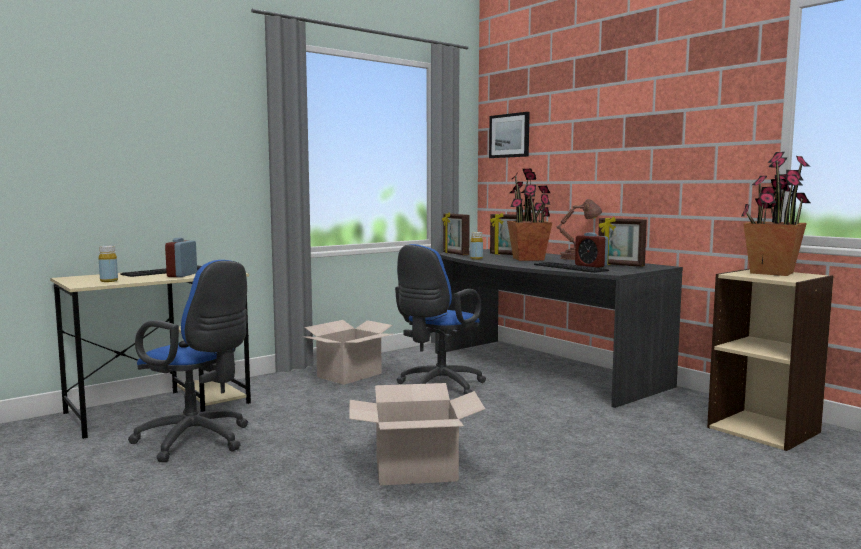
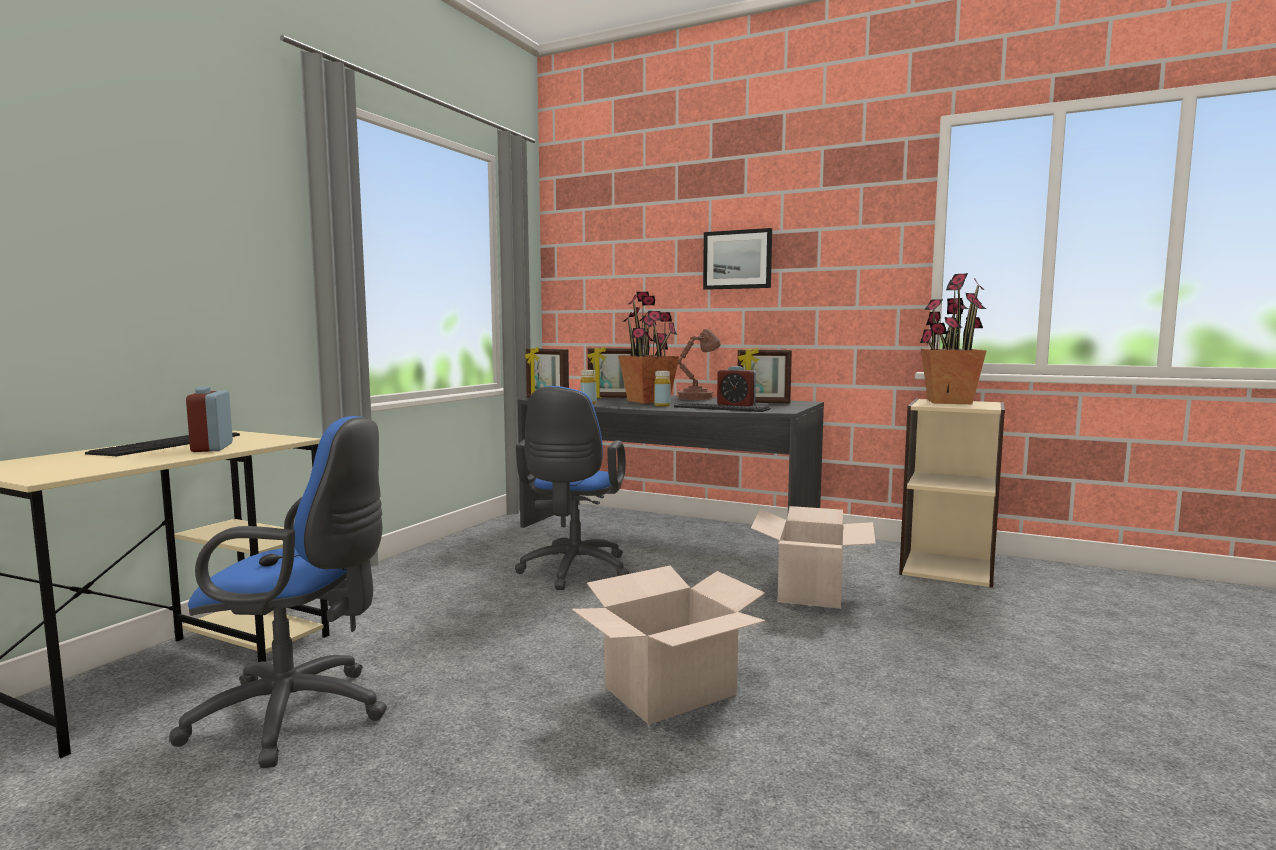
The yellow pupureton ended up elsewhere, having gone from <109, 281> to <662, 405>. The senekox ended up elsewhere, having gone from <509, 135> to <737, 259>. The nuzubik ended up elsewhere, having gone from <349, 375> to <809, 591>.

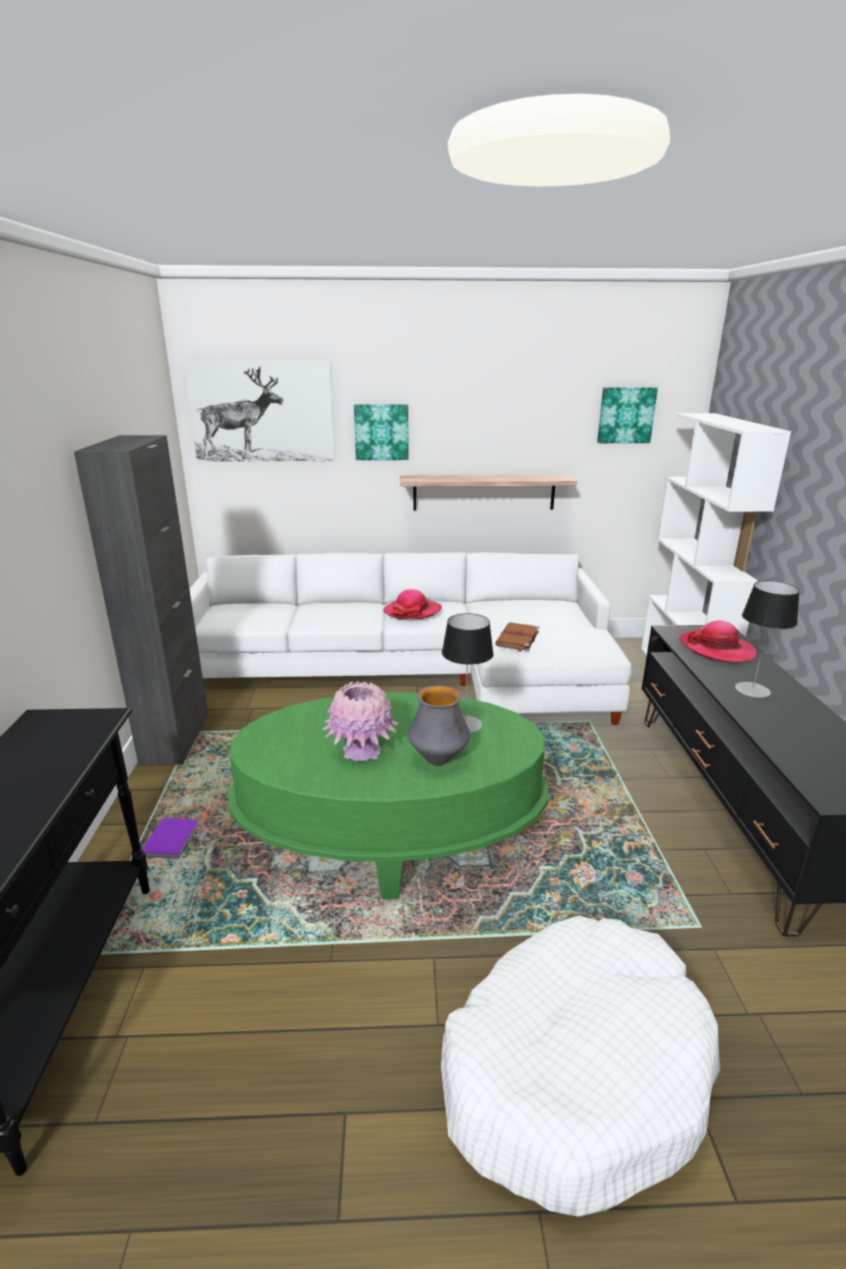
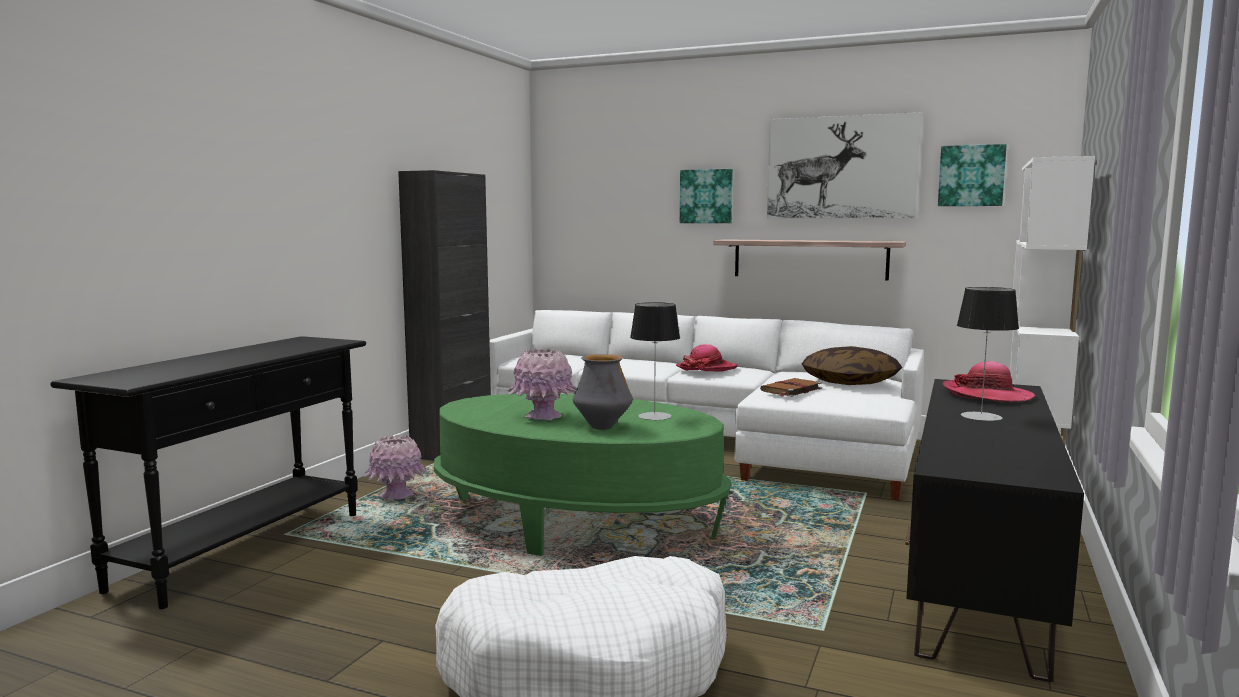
Where the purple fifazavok stood at <172, 839>, the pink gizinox came to stand at <397, 495>. The senekox ended up elsewhere, having gone from <262, 412> to <841, 167>. The second view gained the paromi at <850, 382>.

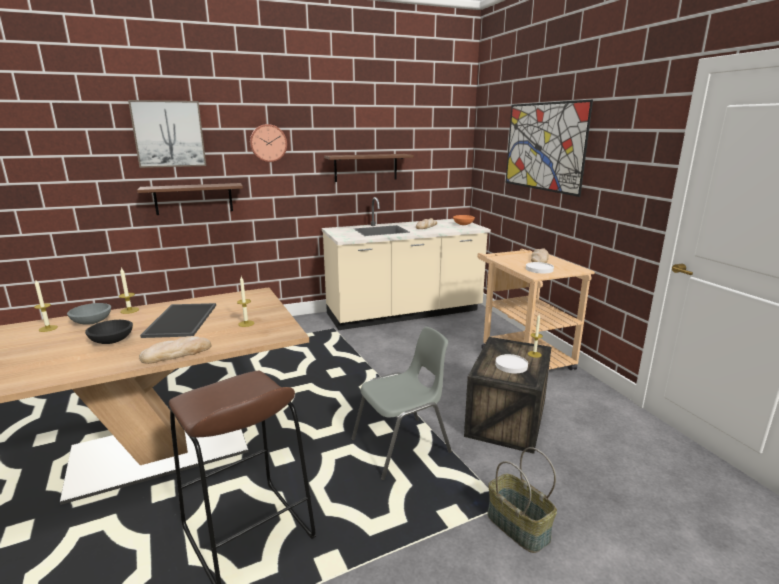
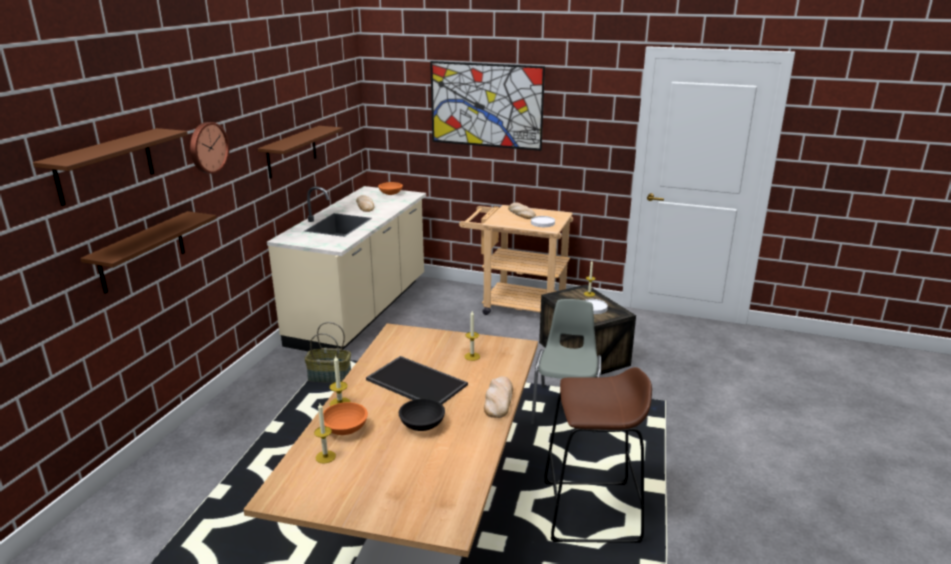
Where the senekox hung at <169, 134>, the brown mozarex came to hang at <105, 166>. The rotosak ended up elsewhere, having gone from <517, 527> to <329, 377>. What was the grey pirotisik at <91, 322> turned into the orange pirotisik at <345, 429>.

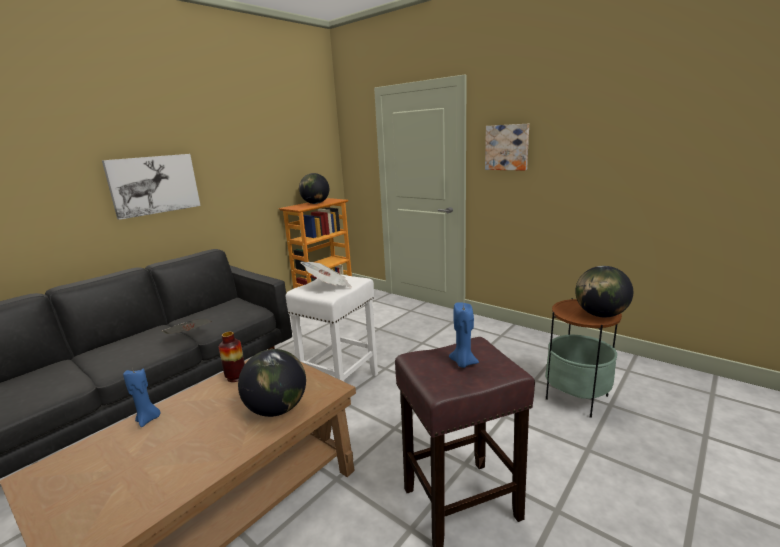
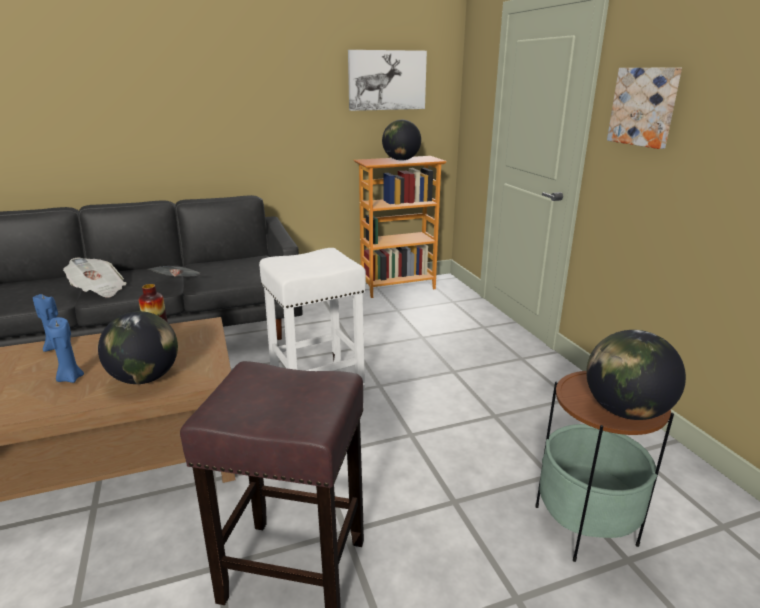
The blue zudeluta ended up elsewhere, having gone from <463, 363> to <70, 378>. The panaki ended up elsewhere, having gone from <328, 286> to <99, 290>. The senekox ended up elsewhere, having gone from <154, 184> to <386, 80>.

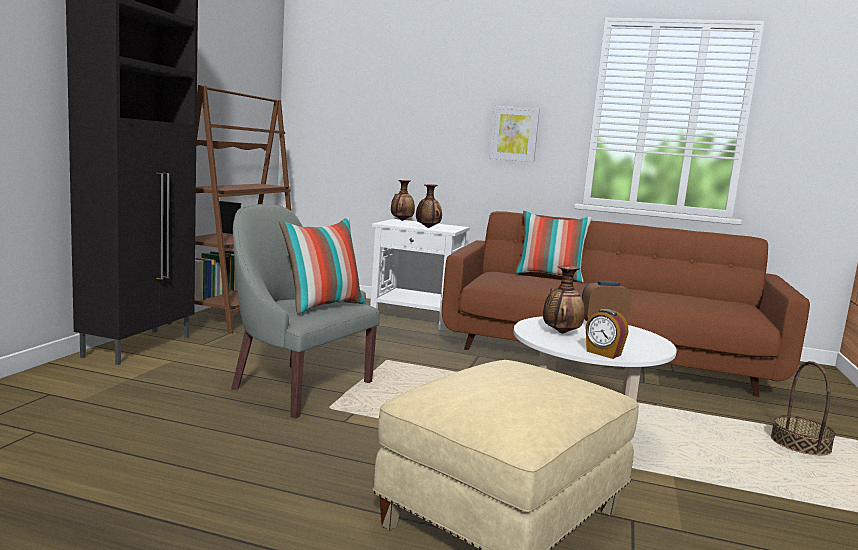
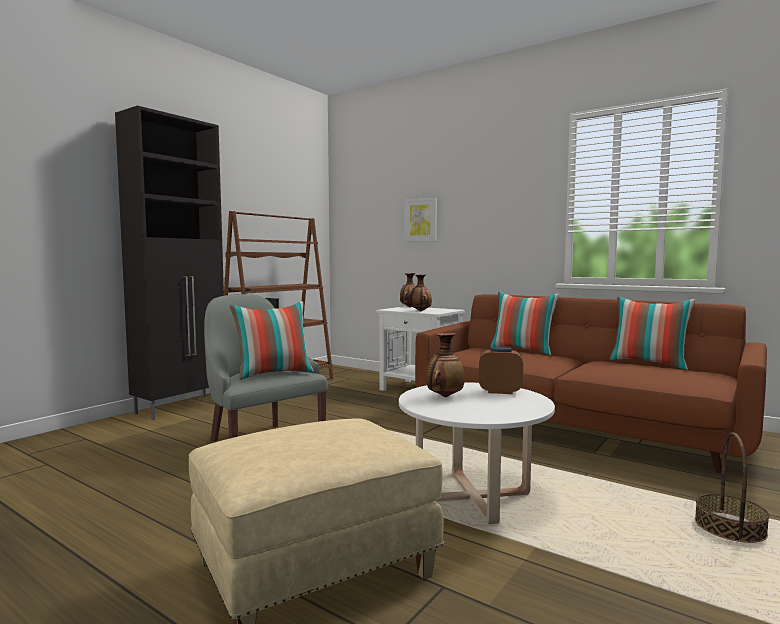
The senekox ended up elsewhere, having gone from <514, 134> to <421, 220>. The second view gained the paromi at <649, 363>. The second view lost the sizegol at <603, 353>.

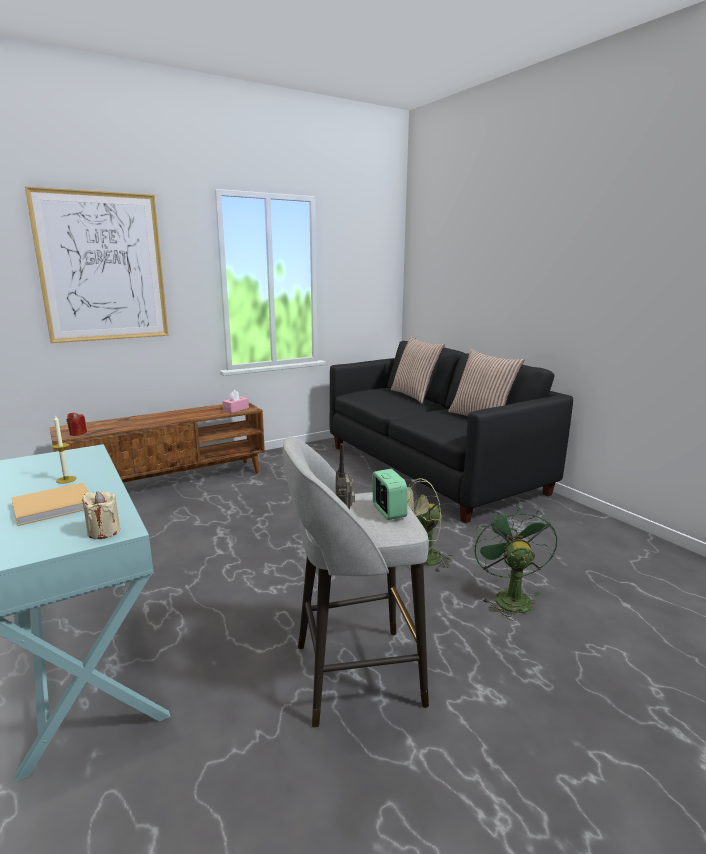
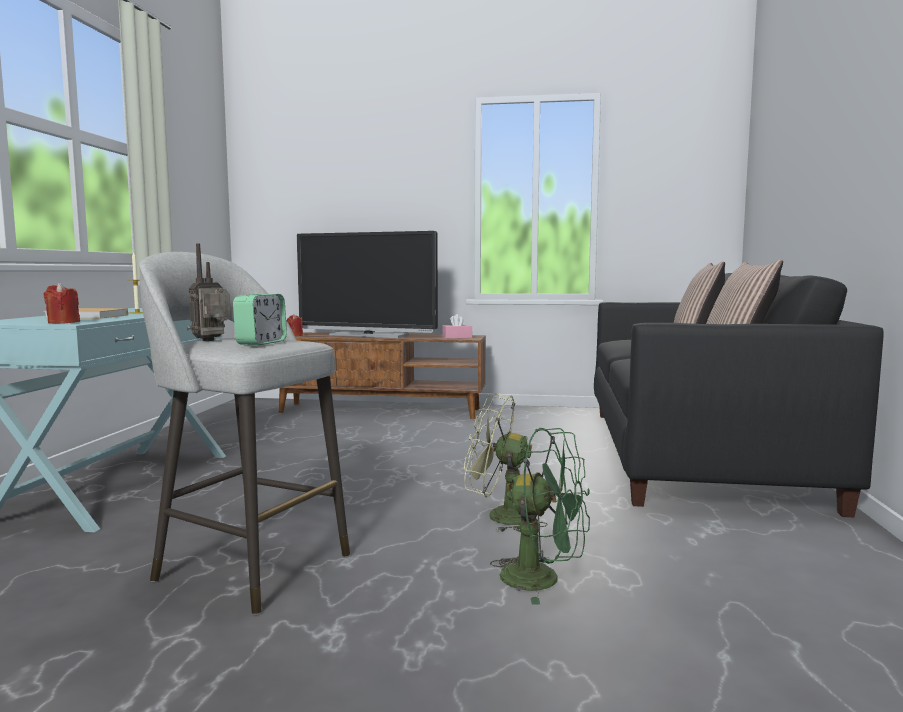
What was the beige zudeluta at <104, 531> turned into the red zudeluta at <63, 322>. The second view gained the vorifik at <368, 335>. The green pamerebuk at <509, 597> ended up facing another way, 75 degrees clockwise from before. The second view lost the senekox at <102, 267>.

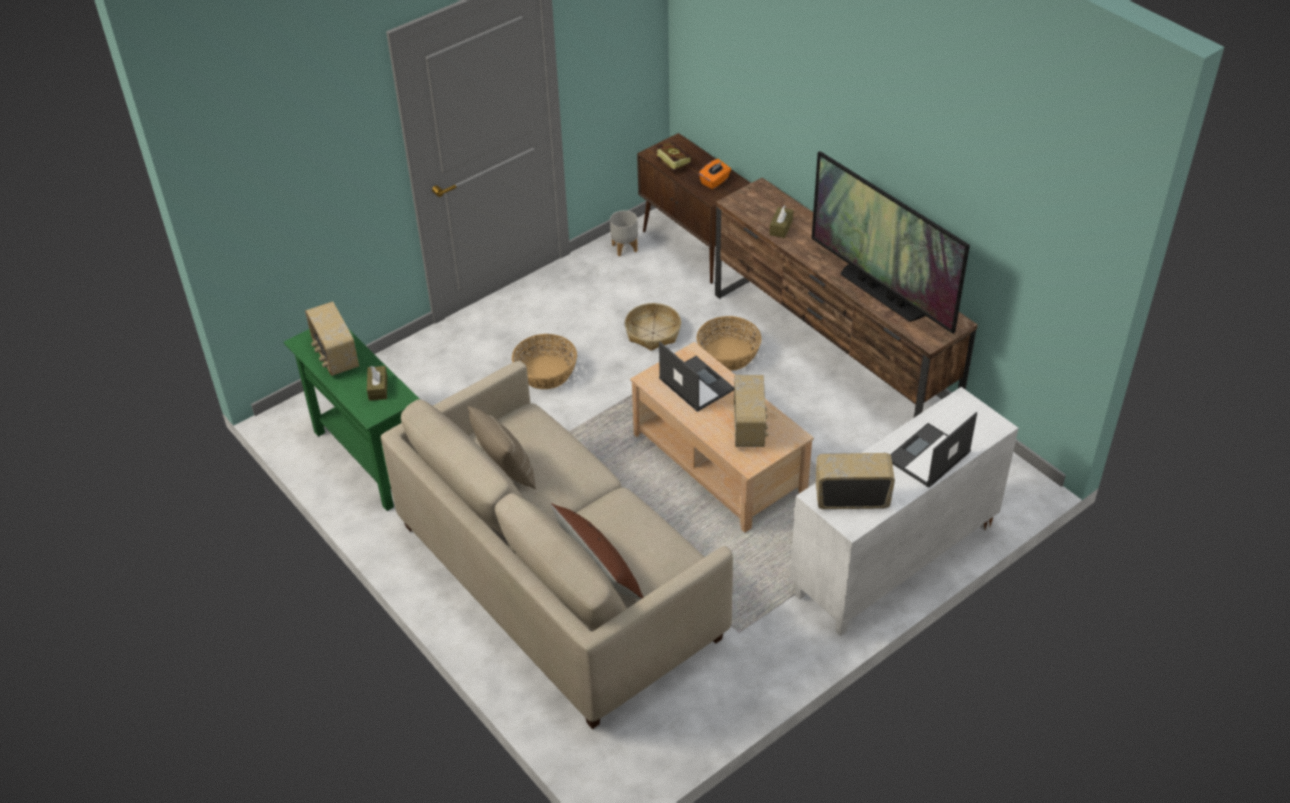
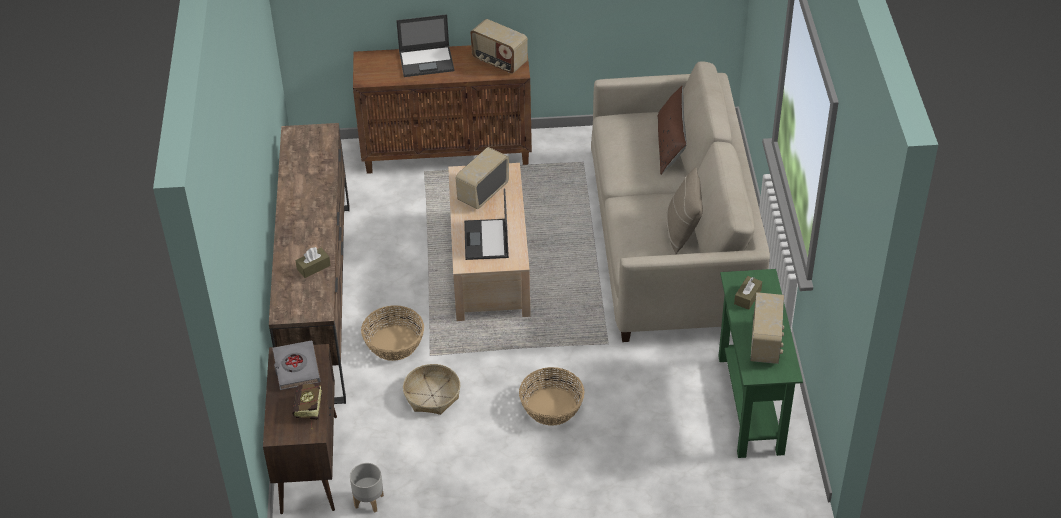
Where the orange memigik stood at <715, 181>, the grey fifazavok came to stand at <296, 368>. What was the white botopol at <894, 562> turned into the brown botopol at <448, 152>. The second view lost the vorifik at <881, 293>.

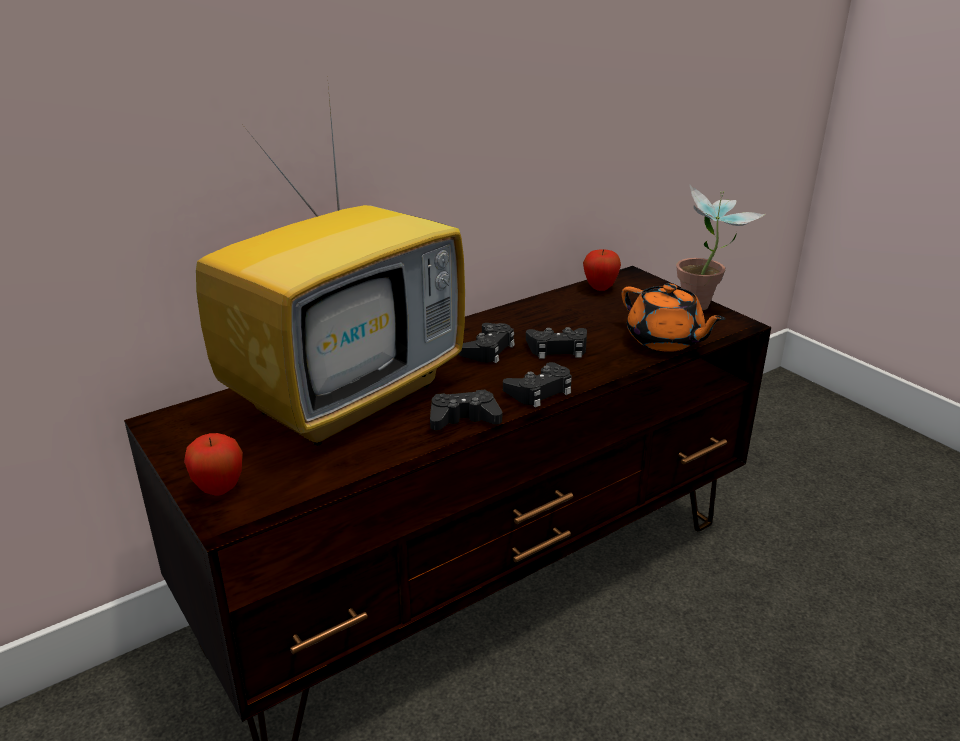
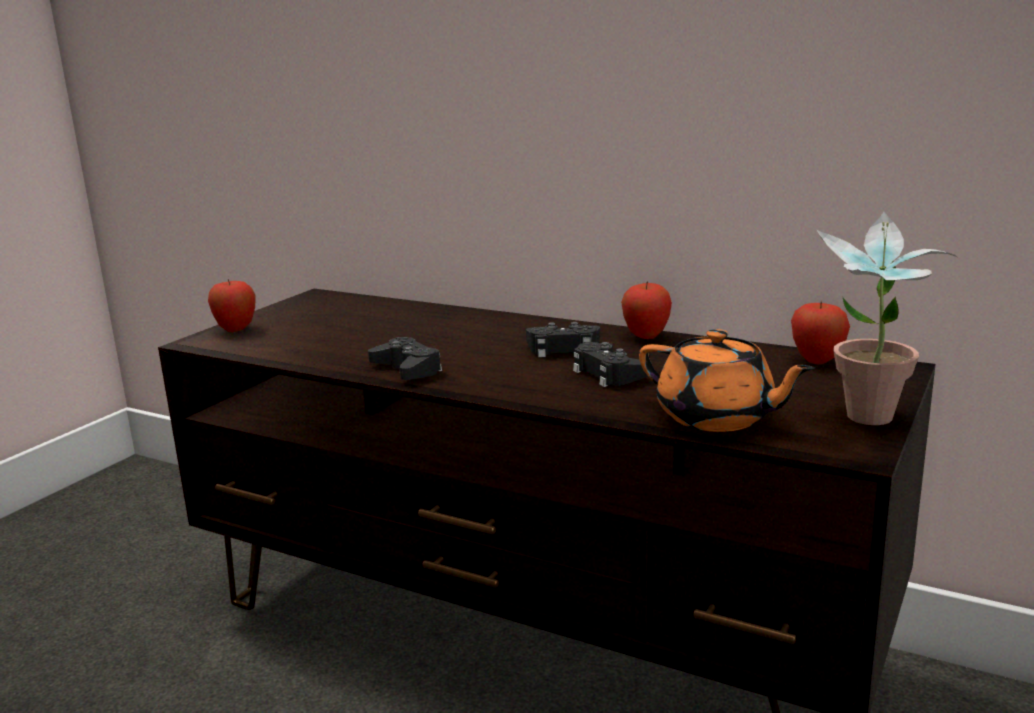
The second view gained the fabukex at <646, 336>. The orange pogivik at <665, 341> ended up facing another way, 75 degrees counterclockwise from before. The second view lost the vorifik at <348, 395>. The second view lost the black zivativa at <539, 391>.

